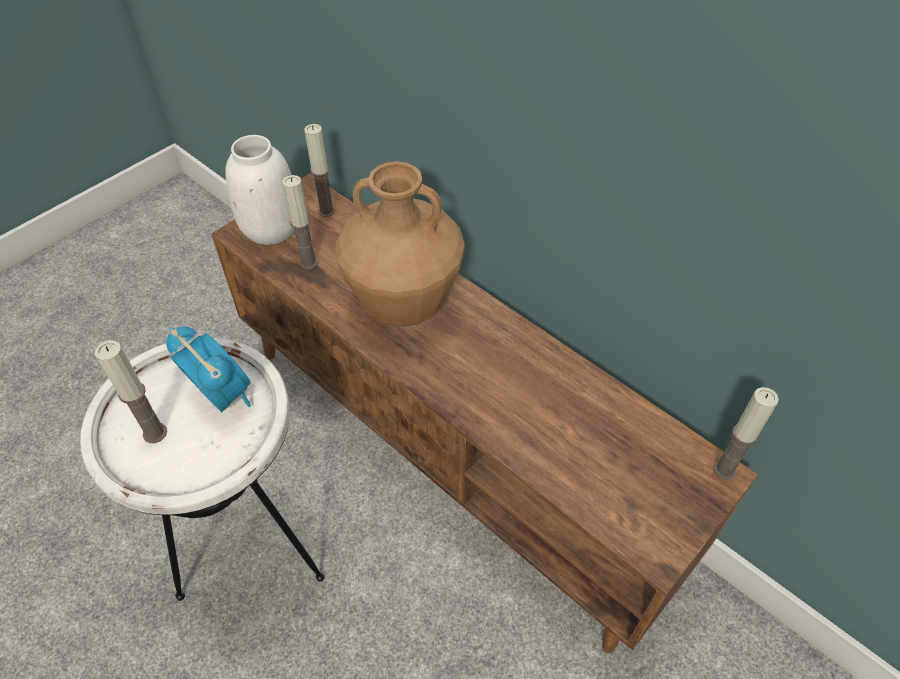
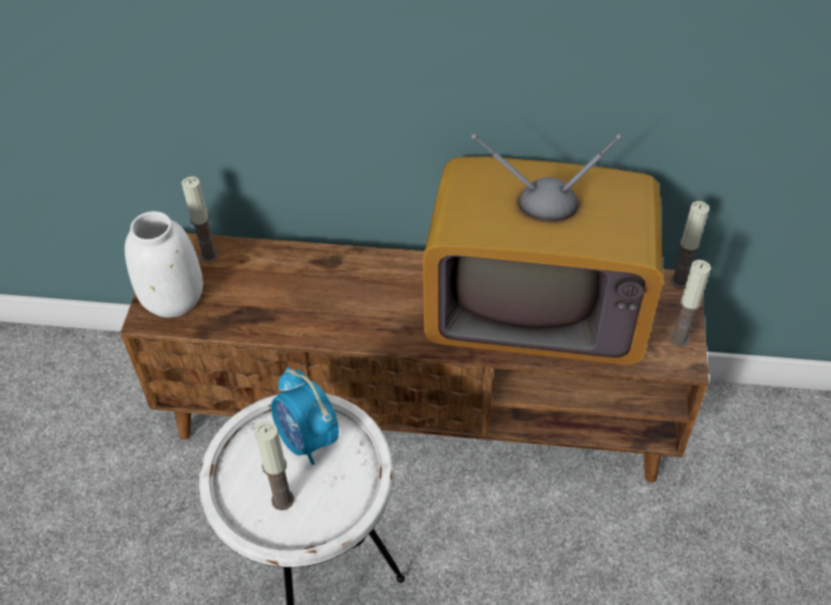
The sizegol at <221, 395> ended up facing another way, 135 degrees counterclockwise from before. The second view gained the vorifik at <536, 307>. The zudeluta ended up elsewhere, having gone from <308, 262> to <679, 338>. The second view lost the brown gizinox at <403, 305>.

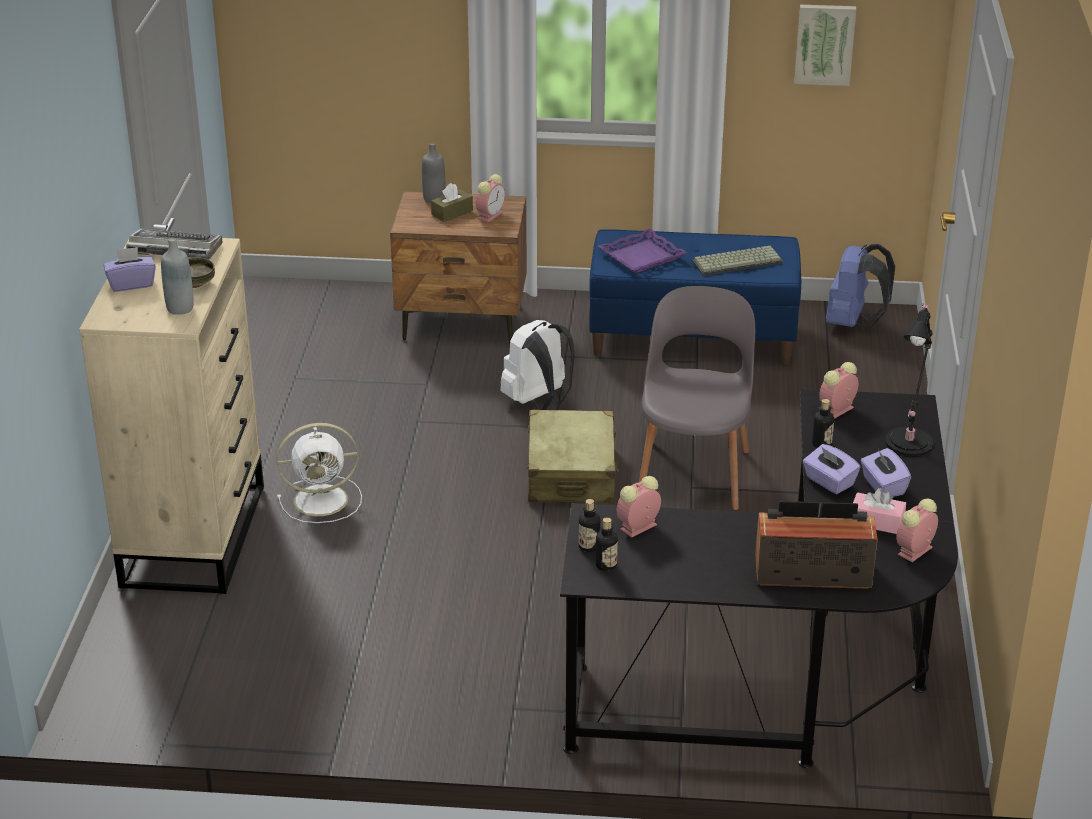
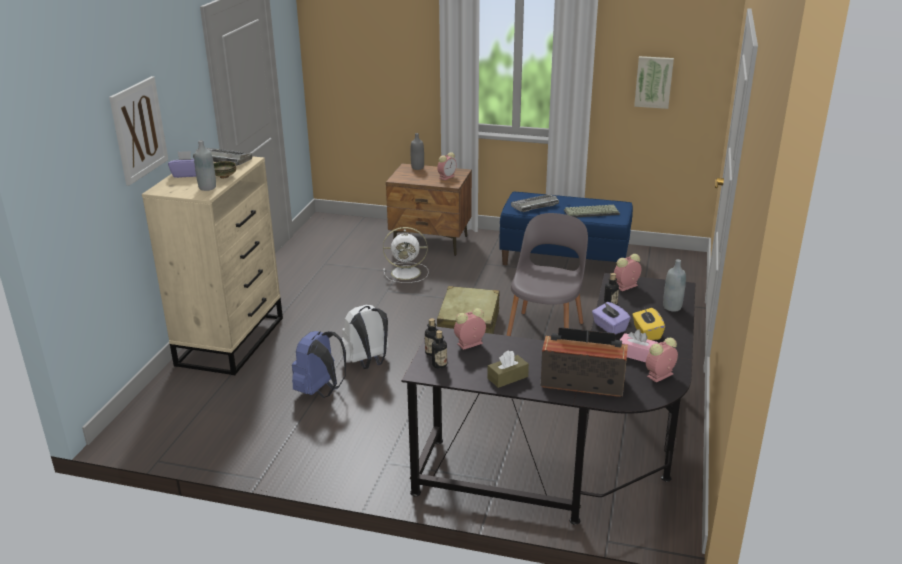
The second view gained the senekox at <139, 130>. The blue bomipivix ended up elsewhere, having gone from <853, 323> to <320, 391>. The white bomipivix ended up elsewhere, having gone from <538, 402> to <367, 362>. The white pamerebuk ended up elsewhere, having gone from <323, 500> to <407, 273>. The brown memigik ended up elsewhere, having gone from <452, 213> to <507, 377>. Where the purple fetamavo stood at <642, 257>, the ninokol came to stand at <534, 206>. What was the purple memigik at <883, 486> turned into the yellow memigik at <646, 333>. Where the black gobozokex stood at <910, 440>, the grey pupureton came to stand at <672, 307>.

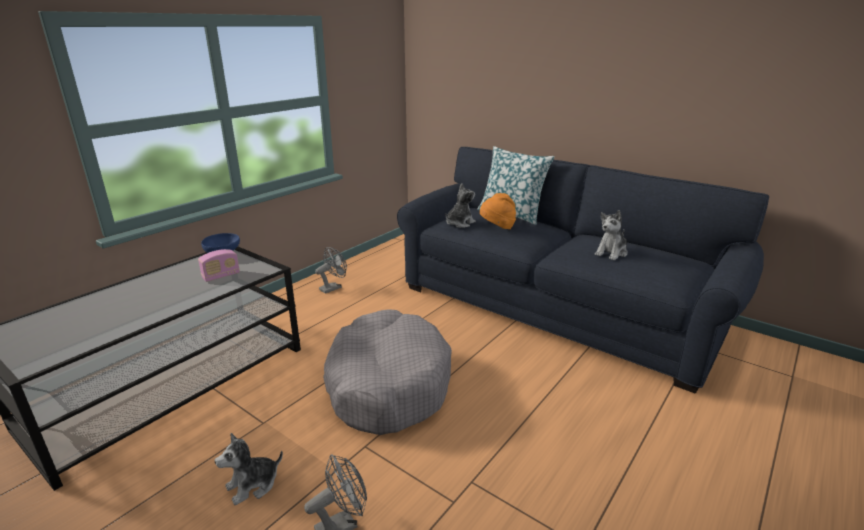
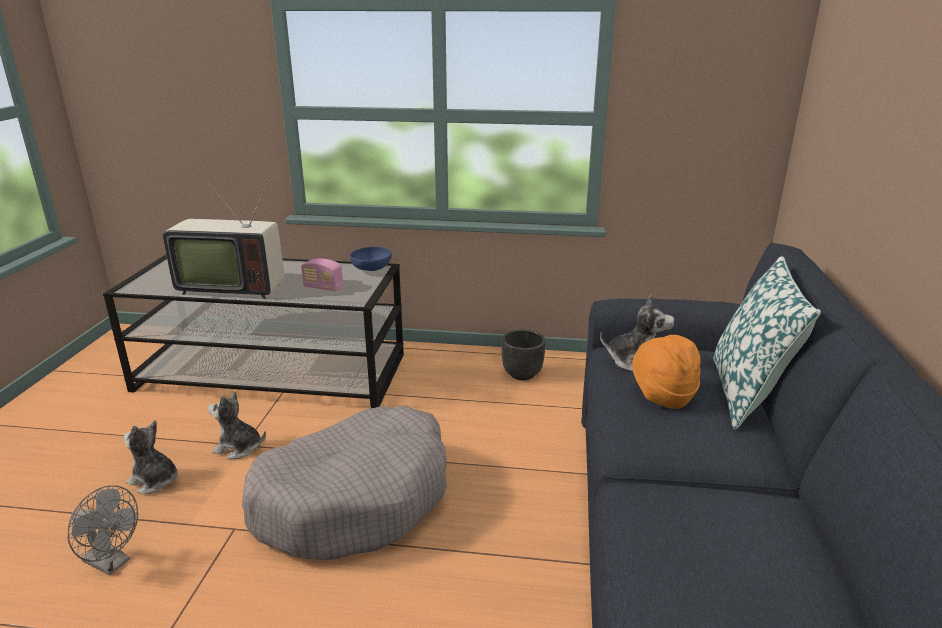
The second view gained the vorifik at <232, 287>. The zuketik ended up elsewhere, having gone from <611, 253> to <238, 448>. Where the grey pamerebuk stood at <333, 287>, the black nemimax came to stand at <521, 374>.

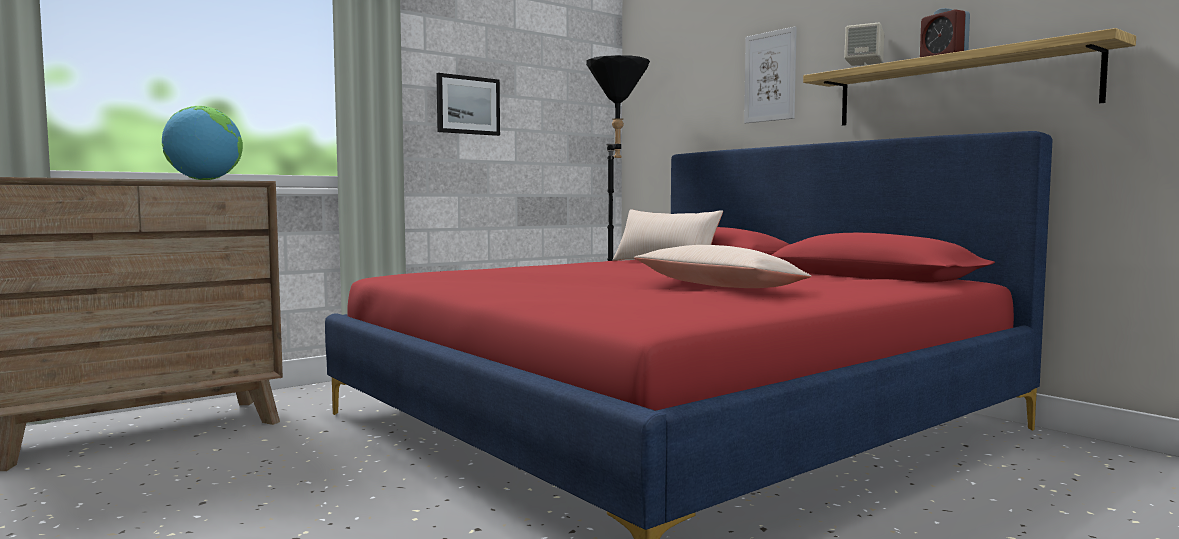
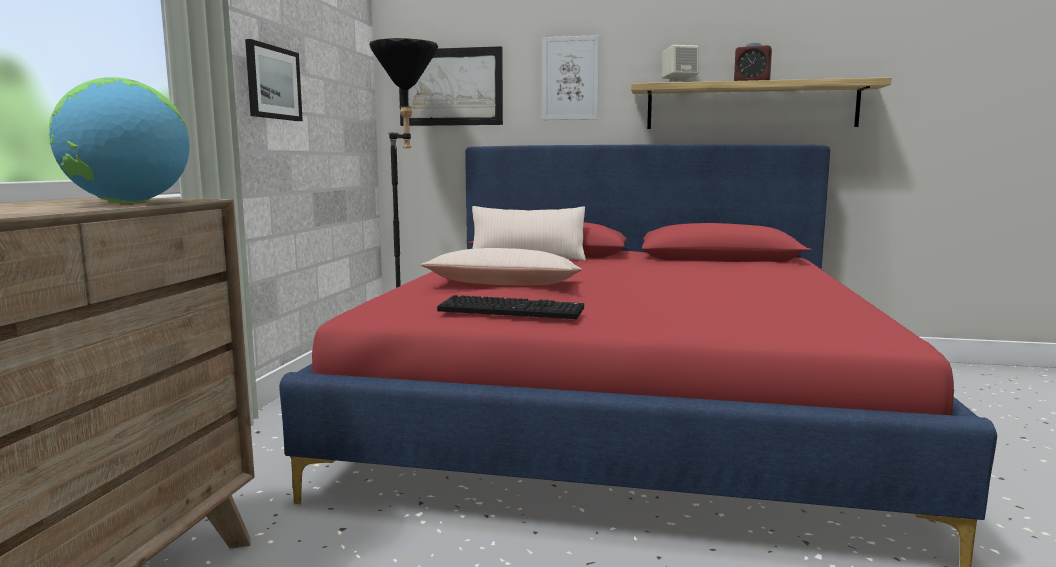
The second view gained the senekox at <450, 87>. The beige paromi ended up elsewhere, having gone from <718, 286> to <504, 285>. The second view gained the ninokol at <513, 310>.

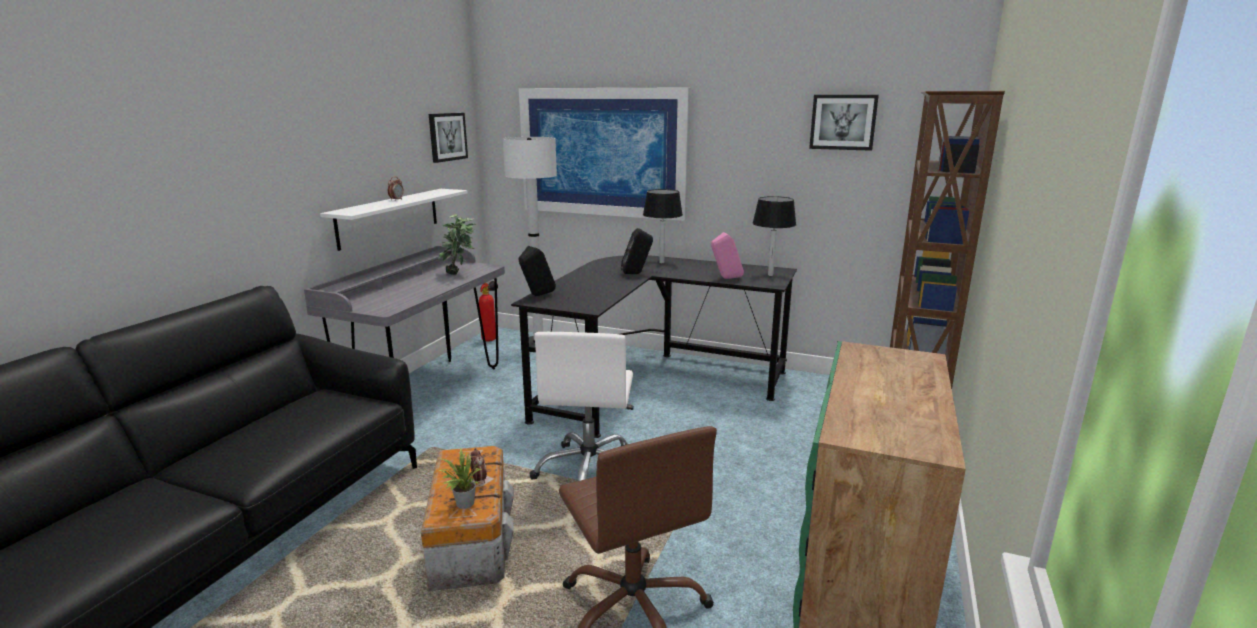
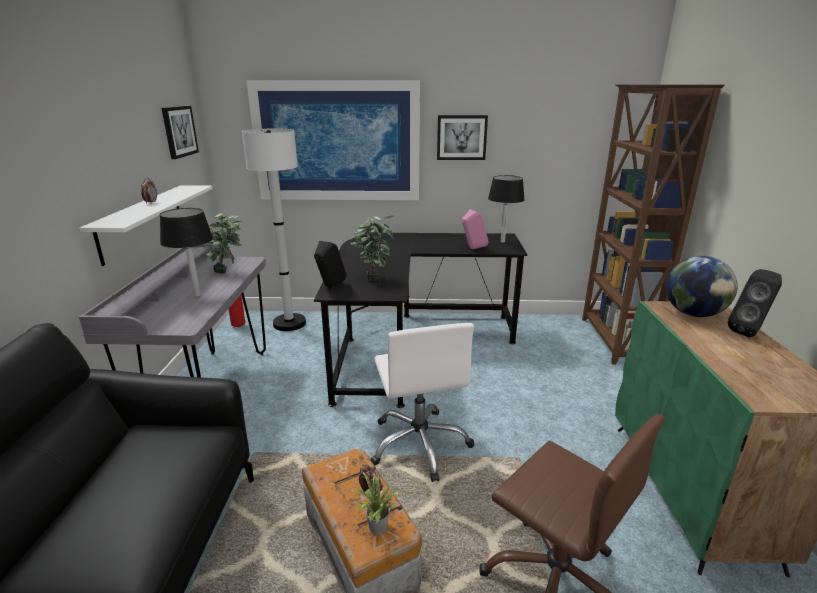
The black gobozokex ended up elsewhere, having gone from <661, 262> to <197, 295>. The second view gained the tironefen at <374, 277>. The senekox ended up elsewhere, having gone from <843, 122> to <461, 137>. The second view gained the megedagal at <693, 314>. The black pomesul ended up elsewhere, having gone from <636, 274> to <749, 332>.

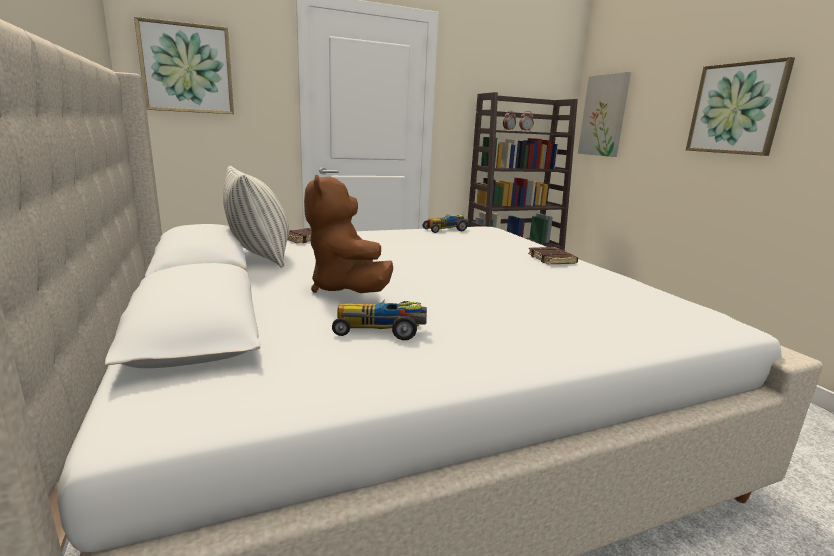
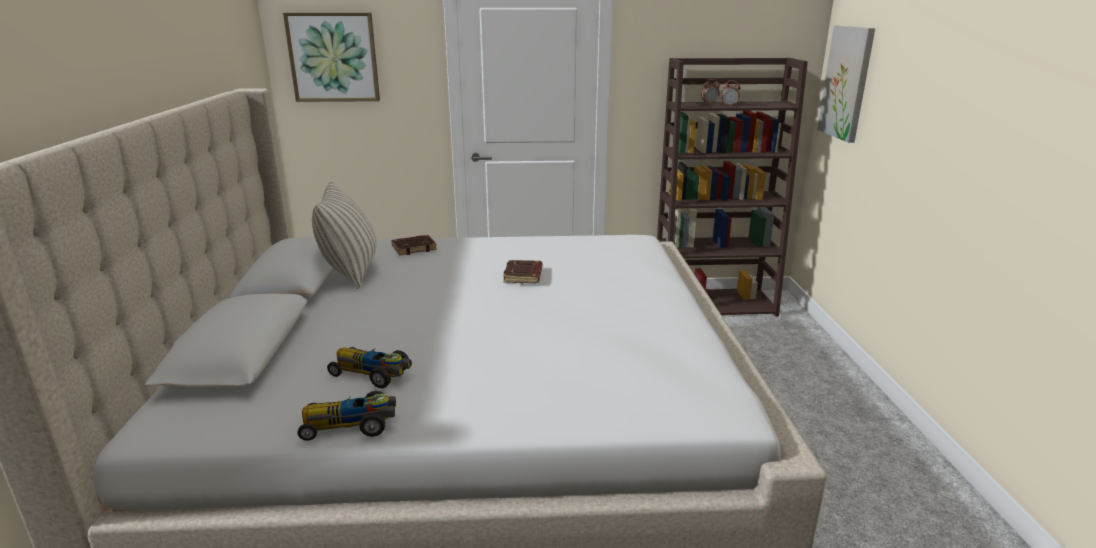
The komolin ended up elsewhere, having gone from <446, 229> to <351, 425>. The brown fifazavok ended up elsewhere, having gone from <552, 259> to <524, 276>. The second view lost the brown zuketik at <347, 289>. The second view lost the senekox at <736, 109>.

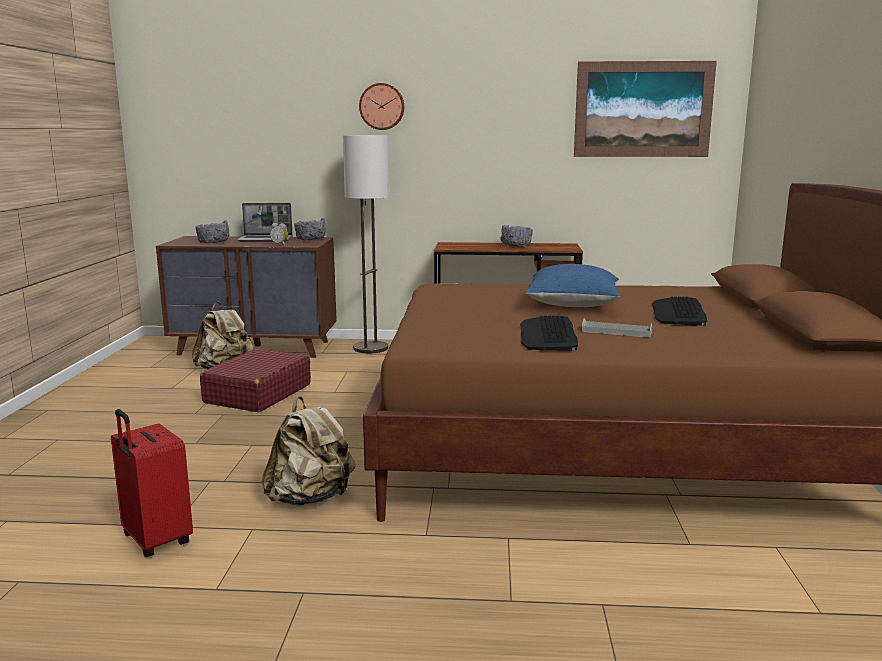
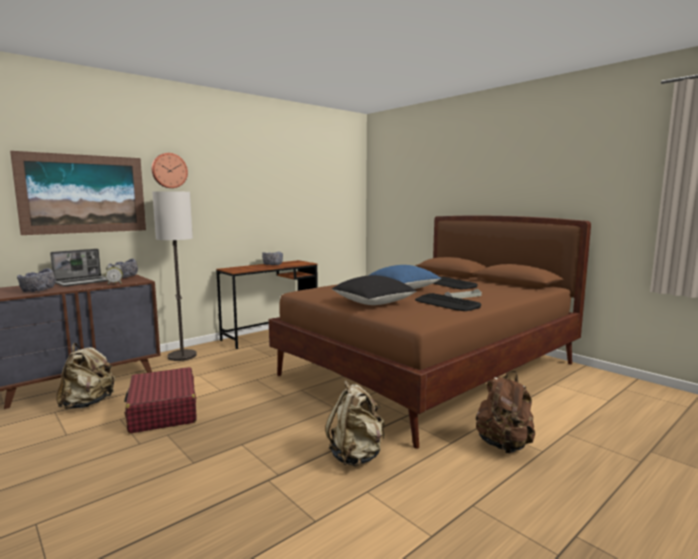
The senekox ended up elsewhere, having gone from <643, 109> to <84, 194>. The second view gained the black paromi at <373, 303>. The second view gained the brown bomipivix at <504, 445>. The second view lost the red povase at <155, 541>.

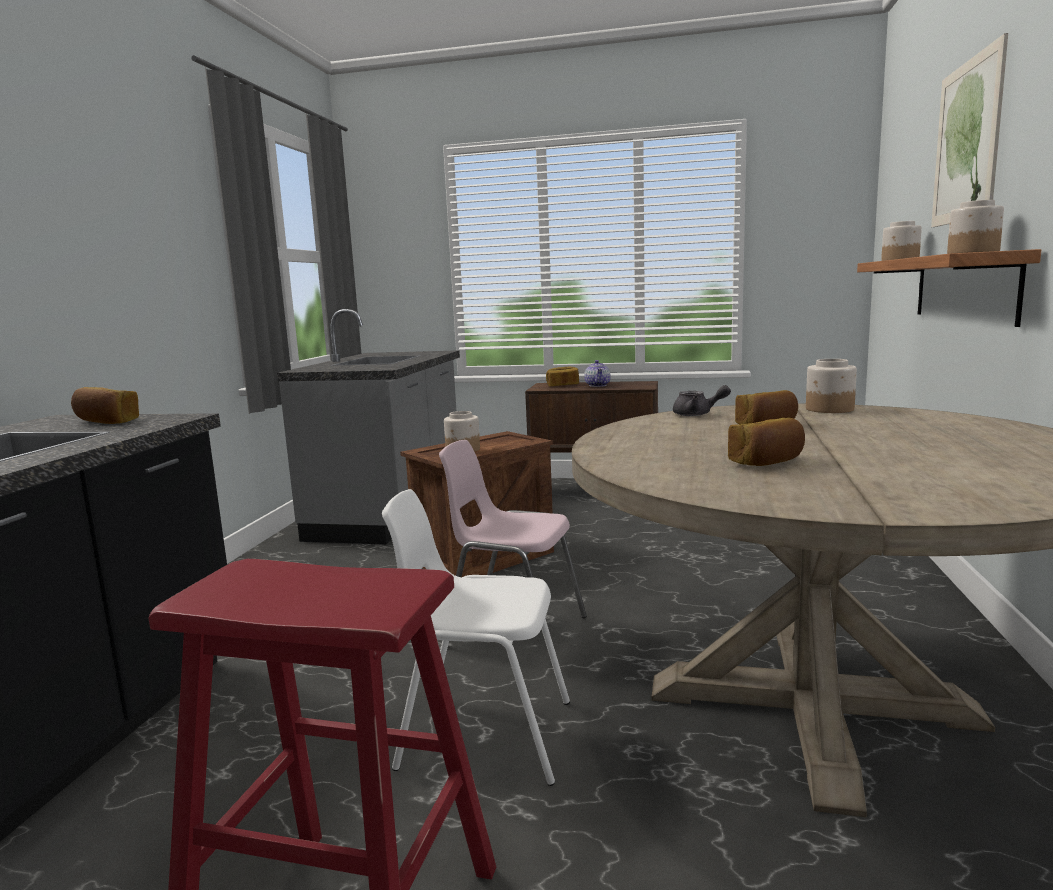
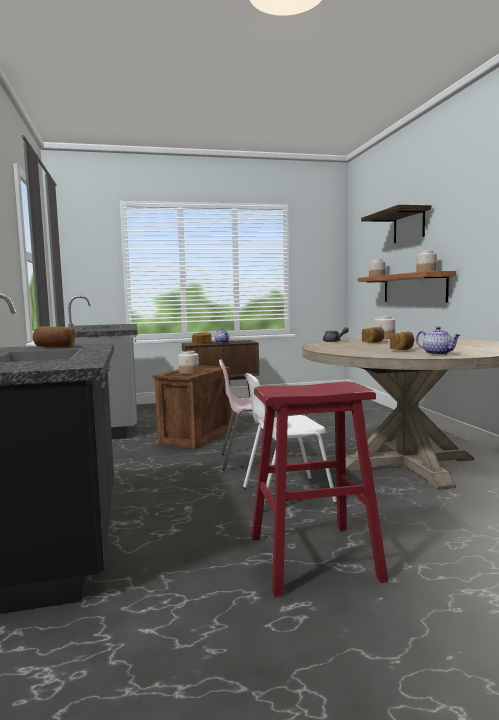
Where the senekox hung at <966, 142>, the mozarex came to hang at <409, 226>. The second view gained the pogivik at <437, 353>.

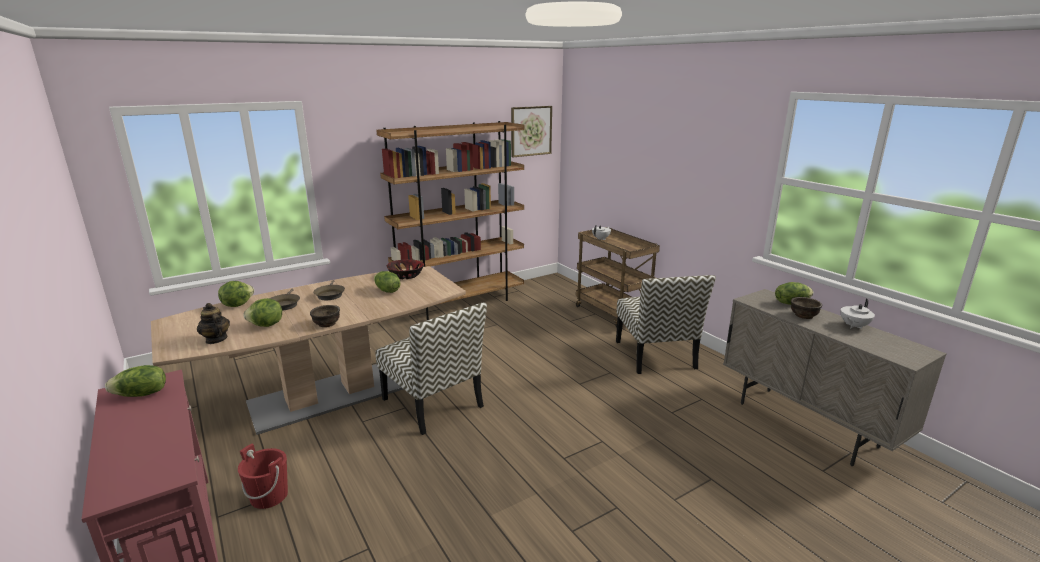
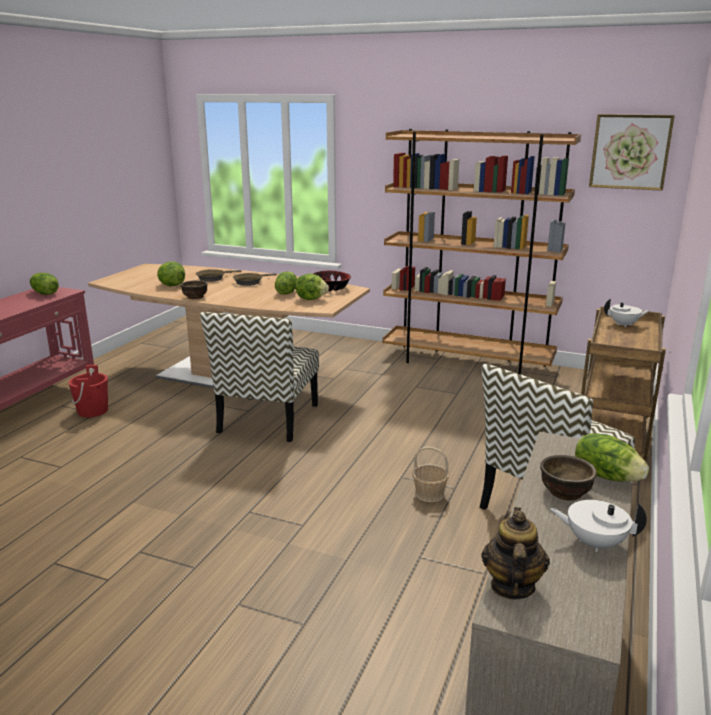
The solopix ended up elsewhere, having gone from <237, 304> to <311, 299>. The second view gained the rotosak at <429, 494>. The pogivik ended up elsewhere, having gone from <216, 339> to <511, 586>.

